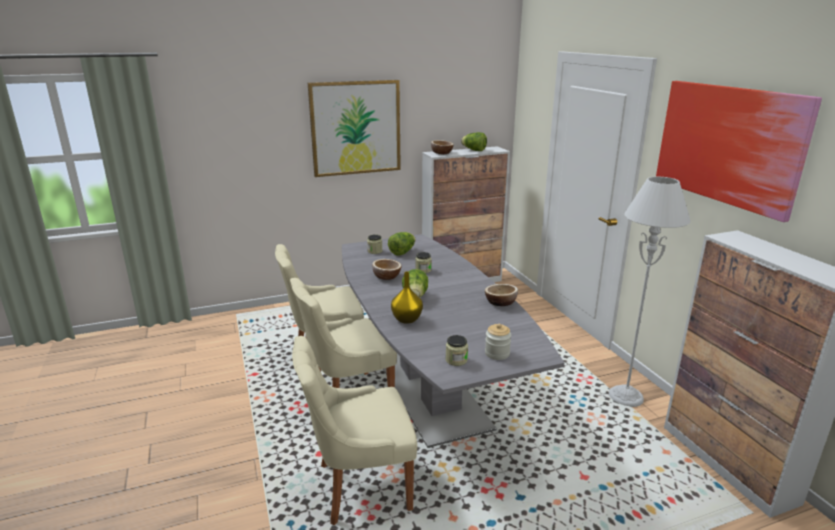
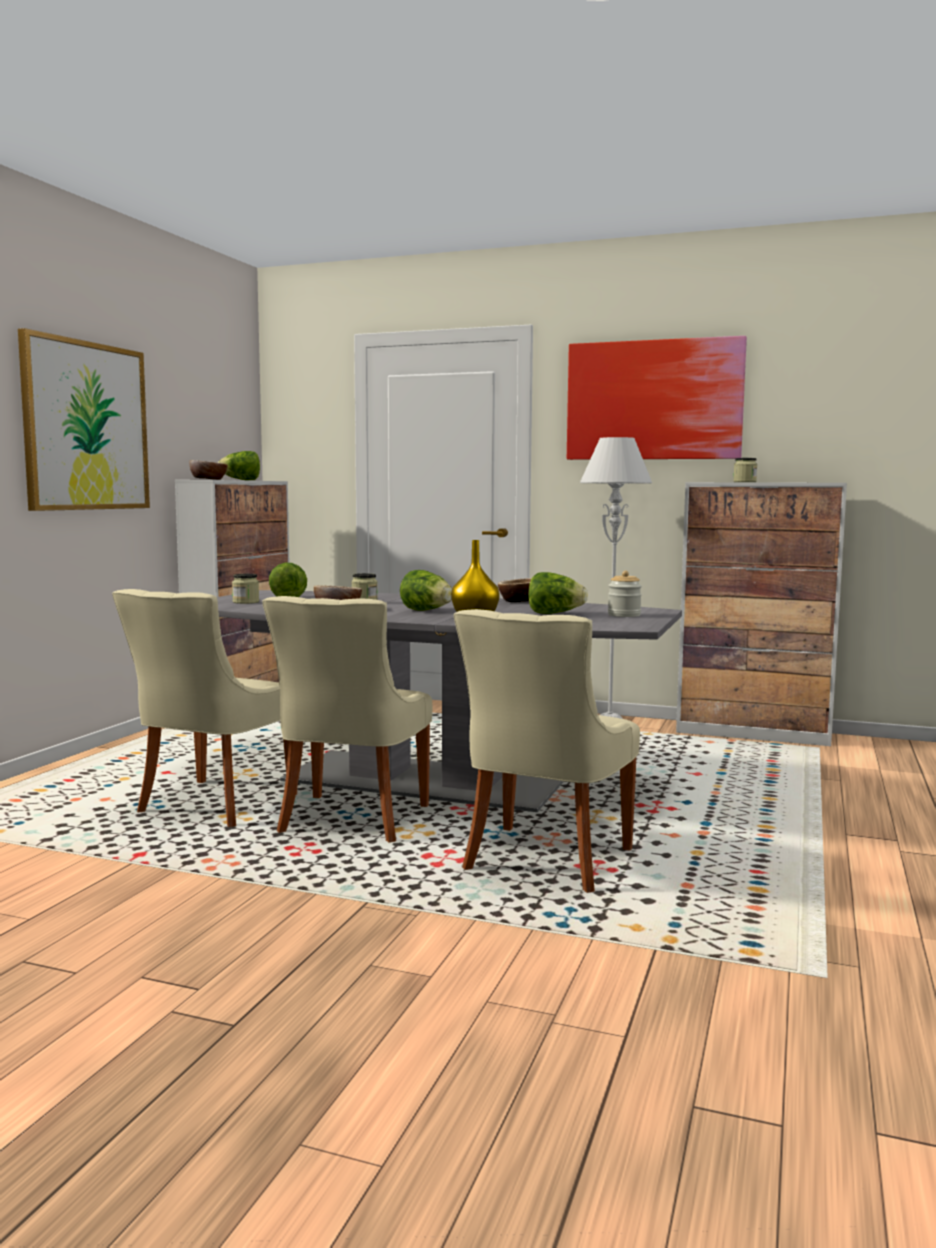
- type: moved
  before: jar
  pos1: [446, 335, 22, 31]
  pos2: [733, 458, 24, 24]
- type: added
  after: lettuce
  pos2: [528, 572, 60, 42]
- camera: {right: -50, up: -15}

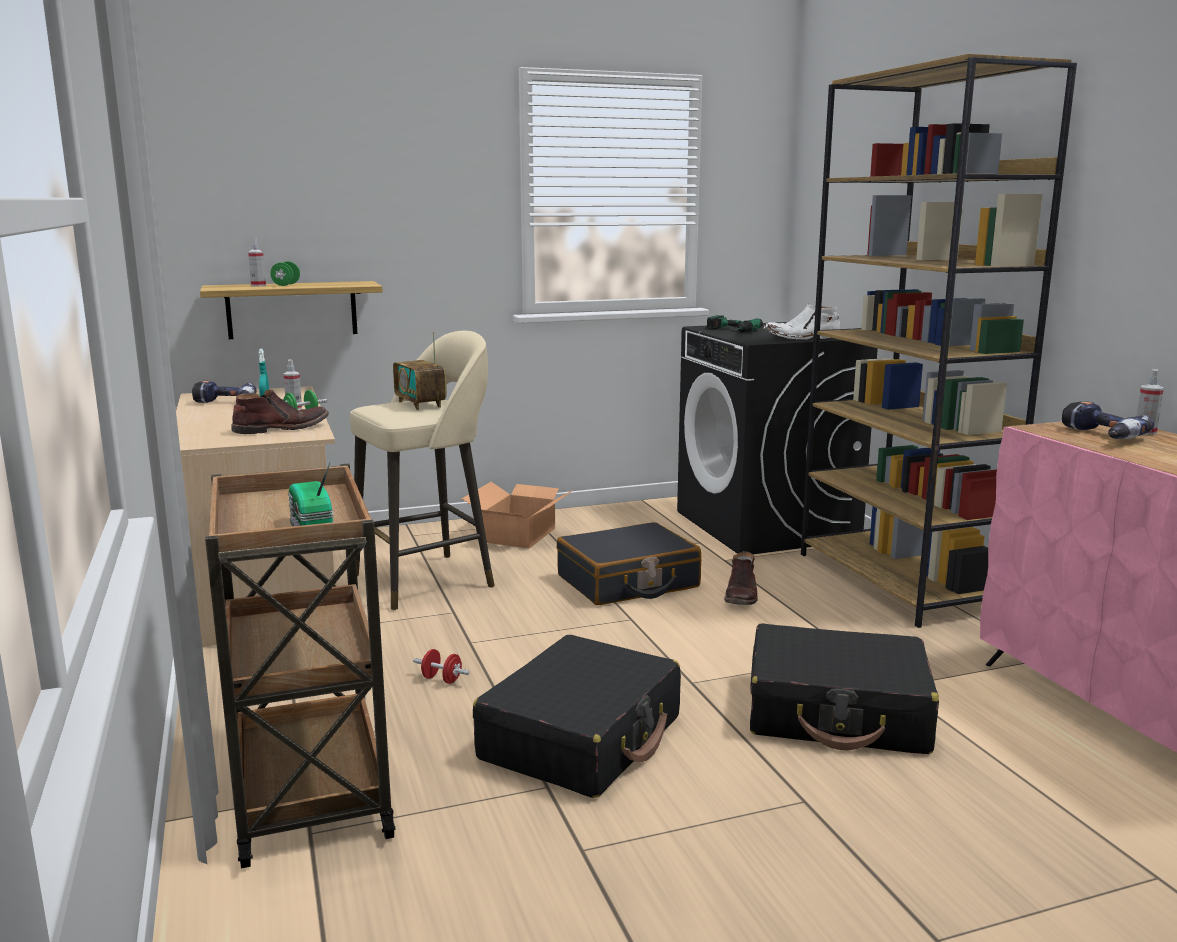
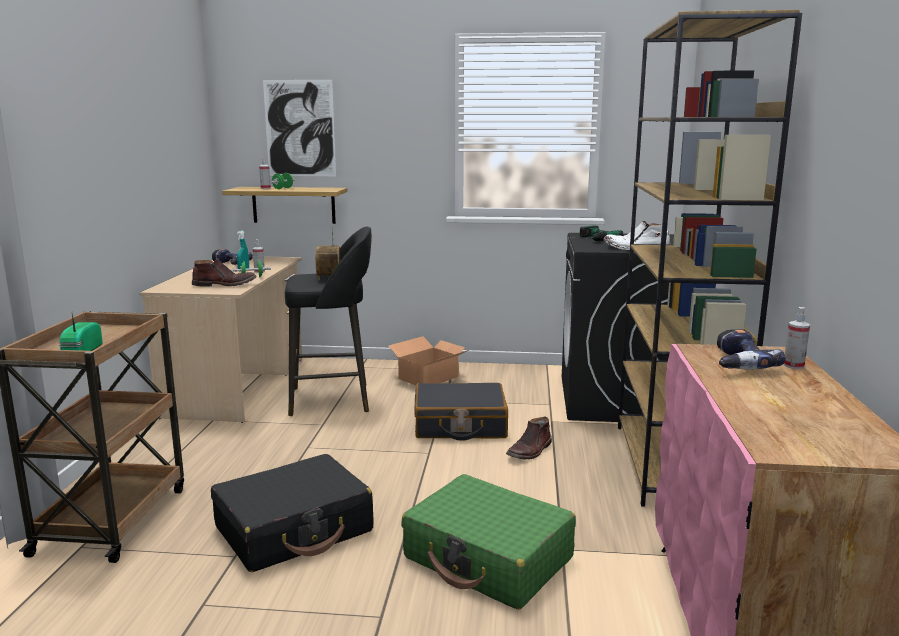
- type: recoloured
  before: stool (beige)
  after: stool (black)
  pos1: [350, 331, 145, 279]
  pos2: [285, 227, 87, 189]
- type: recoloured
  before: suitcase (black)
  after: suitcase (green)
  pos1: [750, 623, 189, 131]
  pos2: [401, 474, 175, 135]
- type: removed
  before: dumbbell (red)
  pos1: [413, 649, 57, 35]
- type: added
  after: picture
  pos2: [263, 80, 73, 96]
- camera: {right: 25, up: 0}

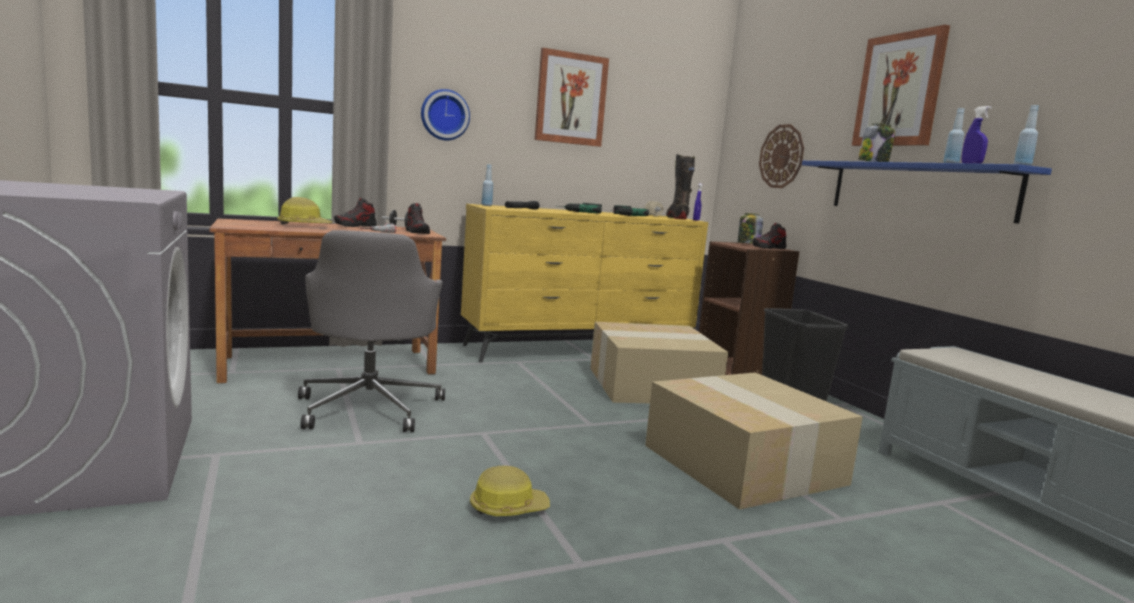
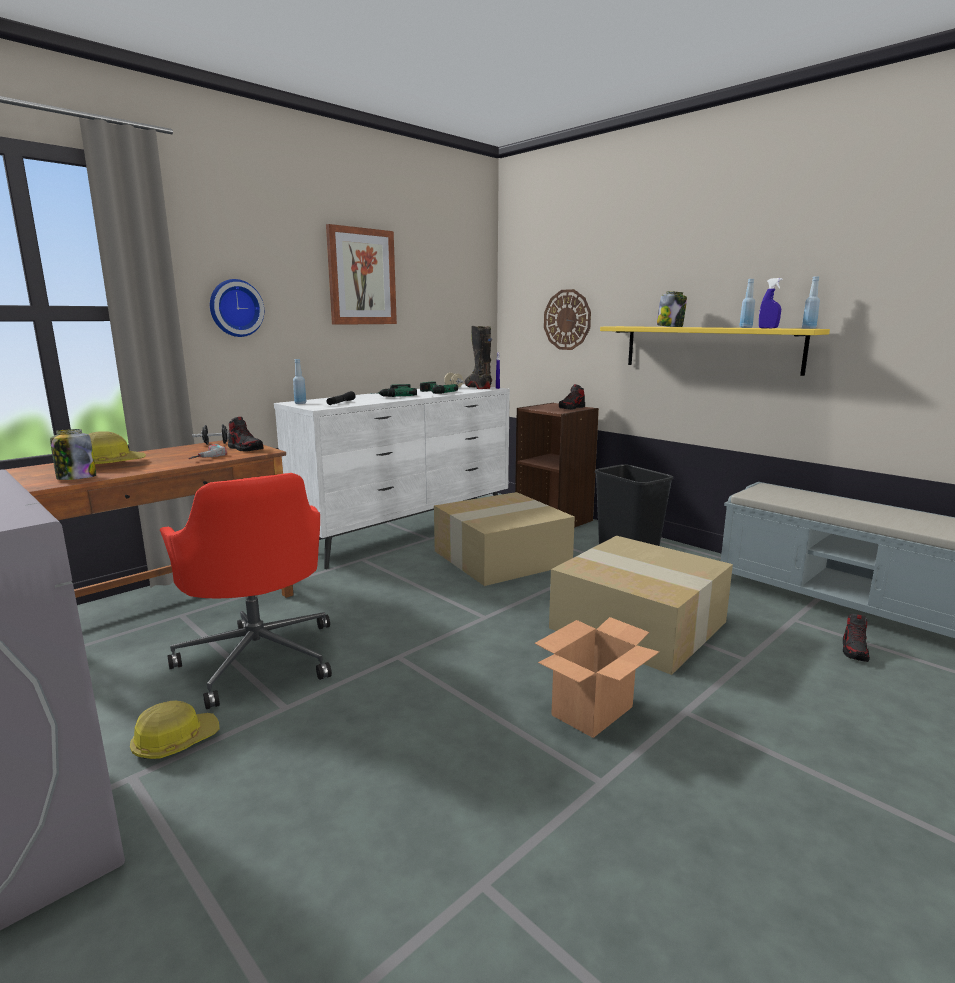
- type: removed
  before: picture
  pos1: [852, 24, 98, 122]
- type: recoloured
  before: shelf (blue)
  after: shelf (yellow)
  pos1: [802, 161, 250, 63]
  pos2: [600, 326, 230, 50]
- type: moved
  before: shoe
  pos1: [334, 198, 43, 29]
  pos2: [843, 614, 27, 48]
- type: recoloured
  before: dresser (yellow)
  after: dresser (white)
  pos1: [461, 204, 247, 158]
  pos2: [274, 384, 236, 185]
- type: moved
  before: jar
  pos1: [738, 213, 25, 31]
  pos2: [50, 429, 46, 51]
- type: recoloured
  before: office chair (grey)
  after: office chair (red)
  pos1: [298, 230, 147, 202]
  pos2: [160, 473, 172, 236]
- type: moved
  before: hard hat
  pos1: [470, 466, 80, 50]
  pos2: [130, 701, 89, 58]
- type: added
  after: cardboard box
  pos2: [535, 617, 124, 121]
- camera: {right: -20, up: 5}

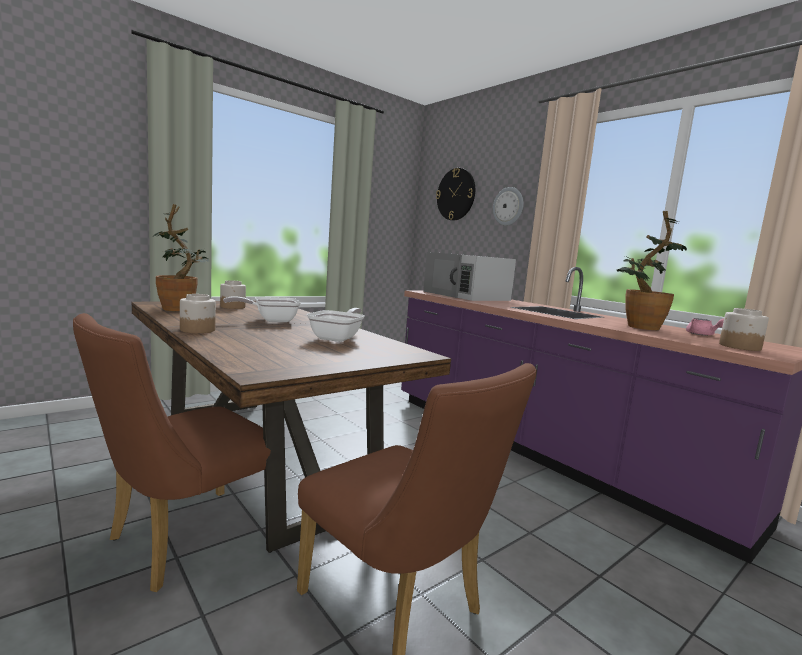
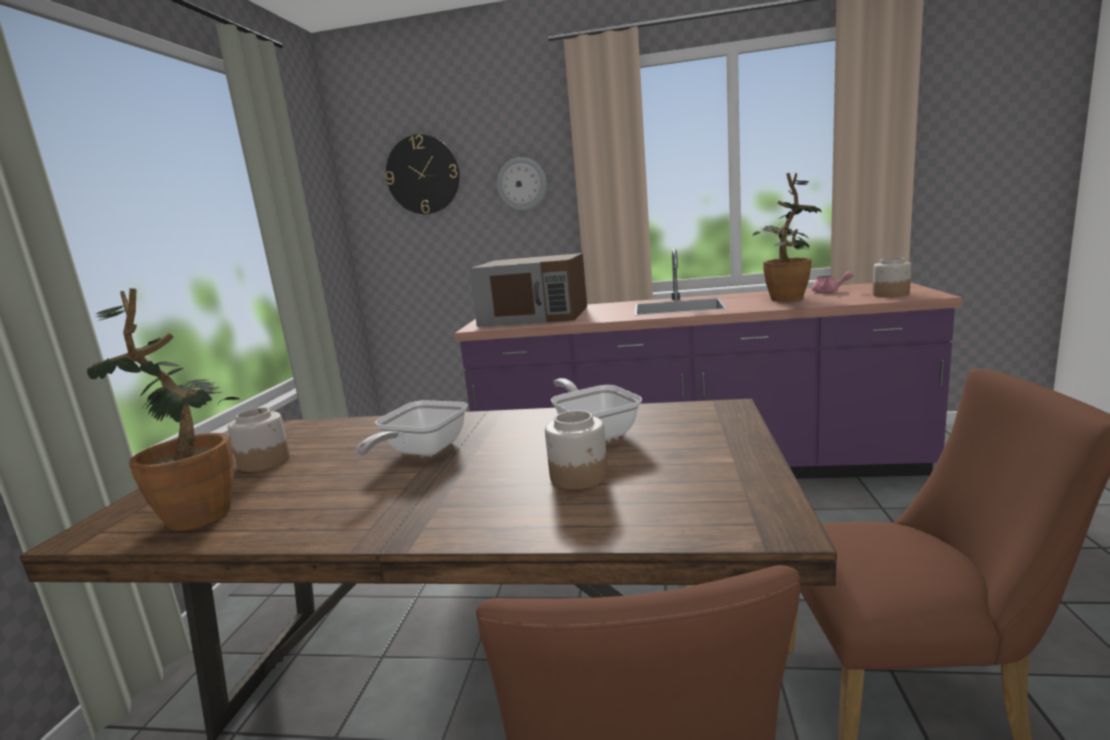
- type: recoloured
  before: microwave (white)
  after: microwave (brown)
  pos1: [423, 252, 93, 49]
  pos2: [469, 253, 118, 74]
- type: moved
  before: jar
  pos1: [180, 294, 36, 39]
  pos2: [545, 410, 63, 79]
- camera: {right: -40, up: 5}

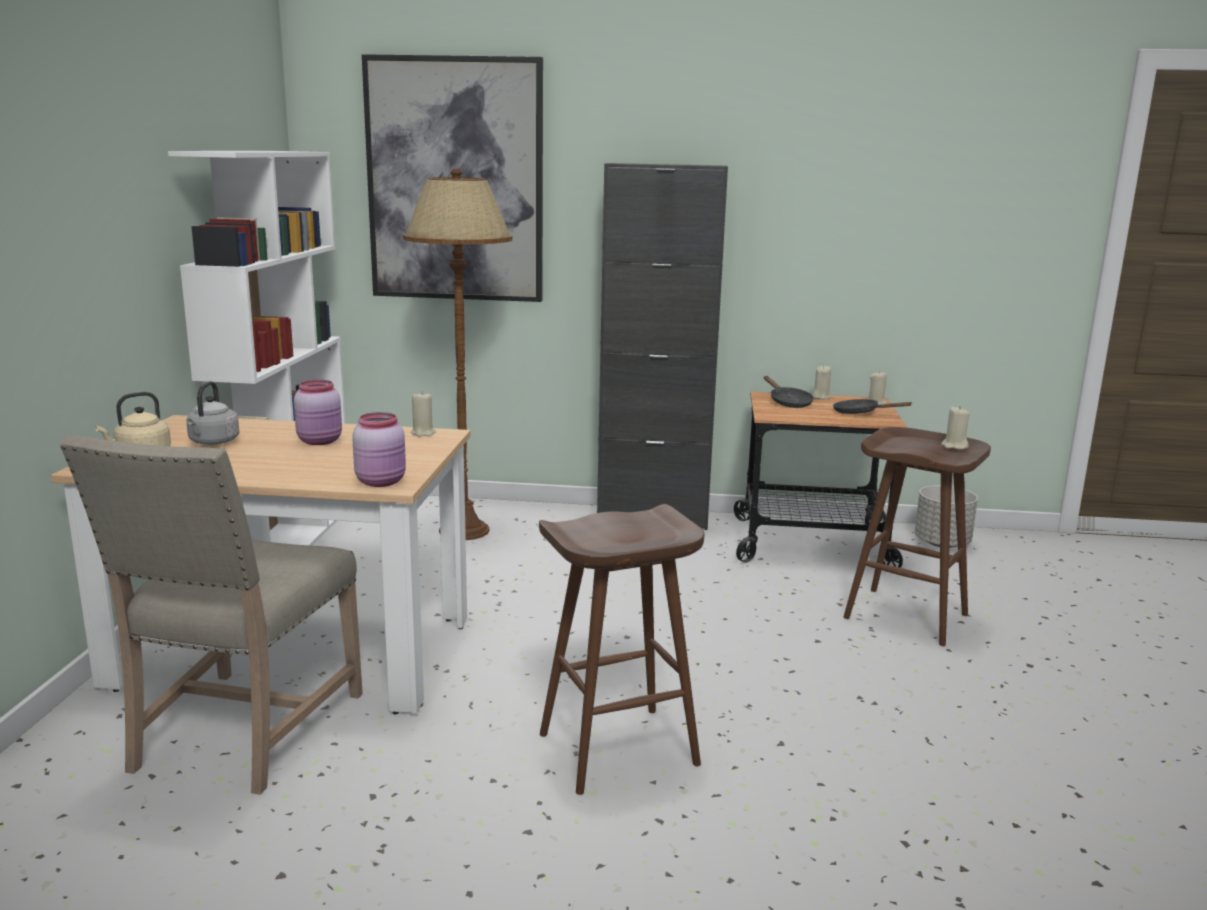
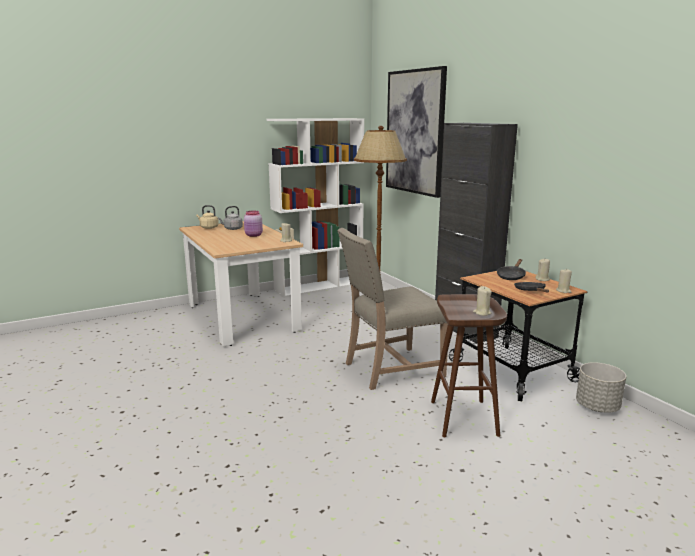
- type: removed
  before: jar (pink)
  pos1: [352, 412, 54, 75]
- type: moved
  before: chair (beige)
  pos1: [60, 435, 303, 360]
  pos2: [337, 228, 111, 162]
- type: removed
  before: stool (brown)
  pos1: [539, 504, 165, 291]
- camera: {right: 55, up: 0}

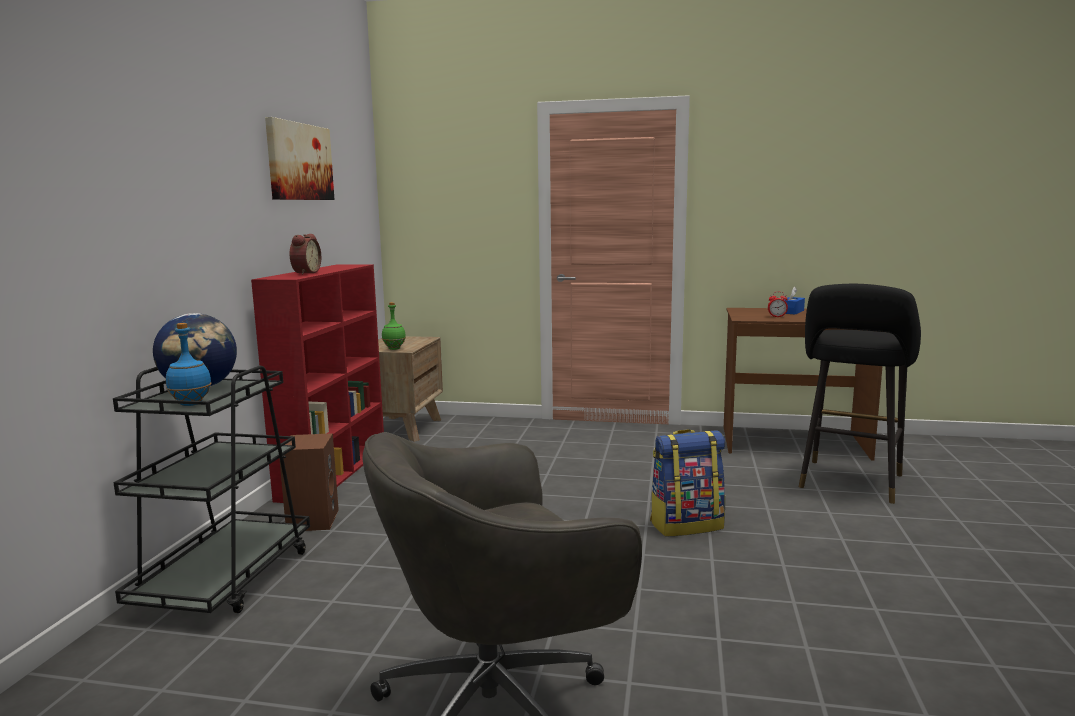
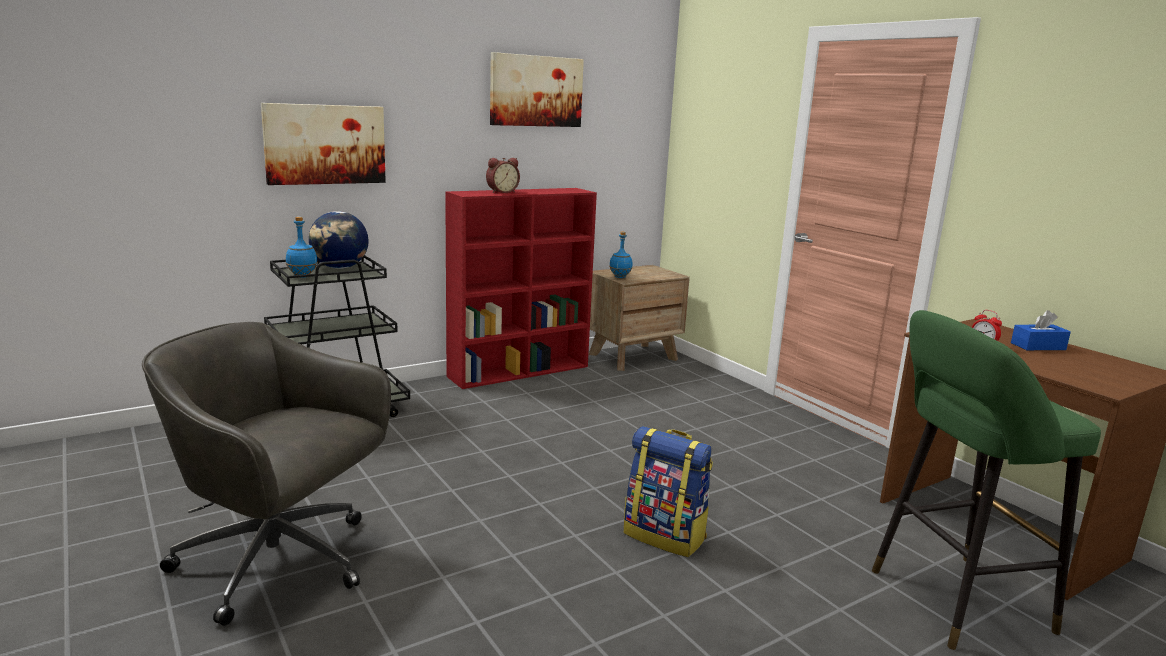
- type: recoloured
  before: stool (black)
  after: stool (green)
  pos1: [799, 284, 122, 220]
  pos2: [872, 310, 229, 340]
- type: recoloured
  before: bottle (green)
  after: bottle (blue)
  pos1: [382, 302, 24, 48]
  pos2: [609, 232, 24, 46]
- type: removed
  before: speaker (brown)
  pos1: [279, 433, 60, 98]
- type: added
  after: picture
  pos2: [261, 103, 125, 82]
- camera: {right: 45, up: 5}

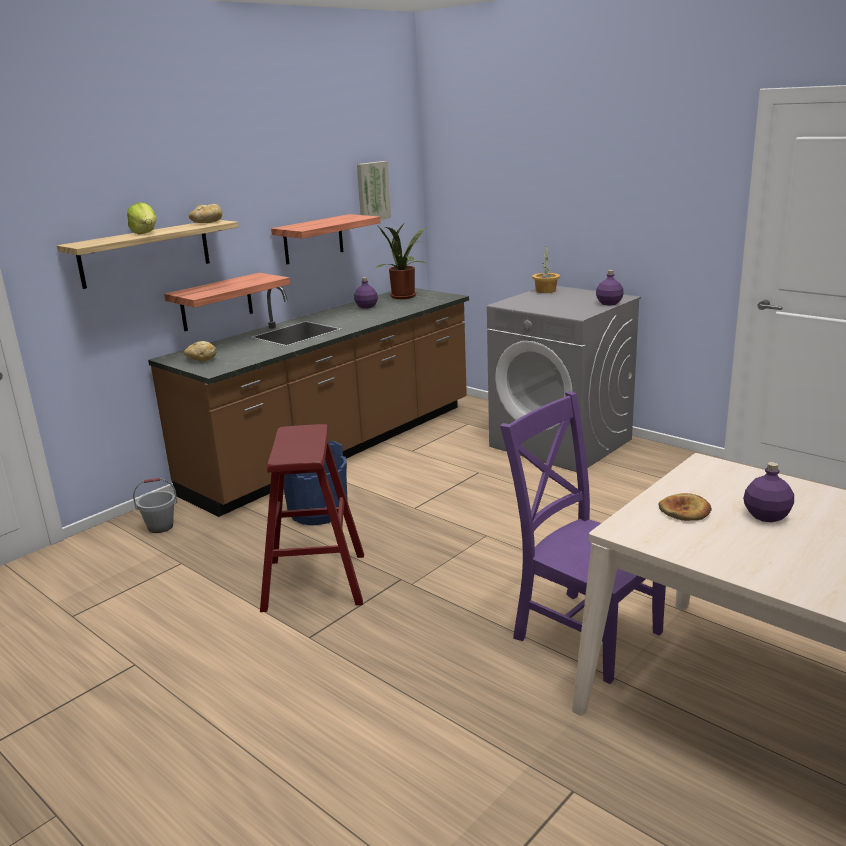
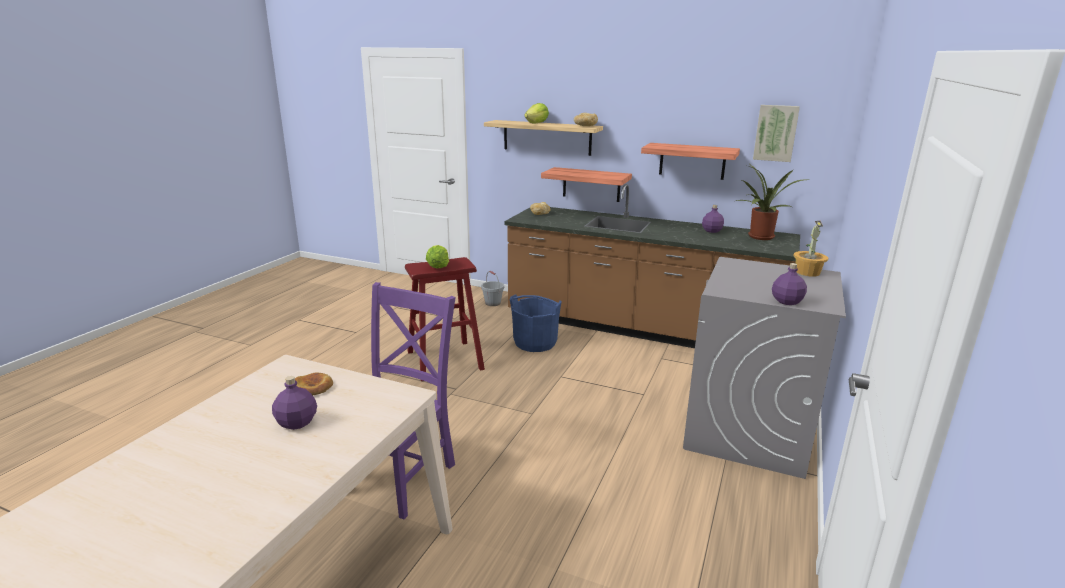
- type: added
  after: lettuce
  pos2: [426, 245, 23, 23]
- camera: {right: 70, up: 0}

